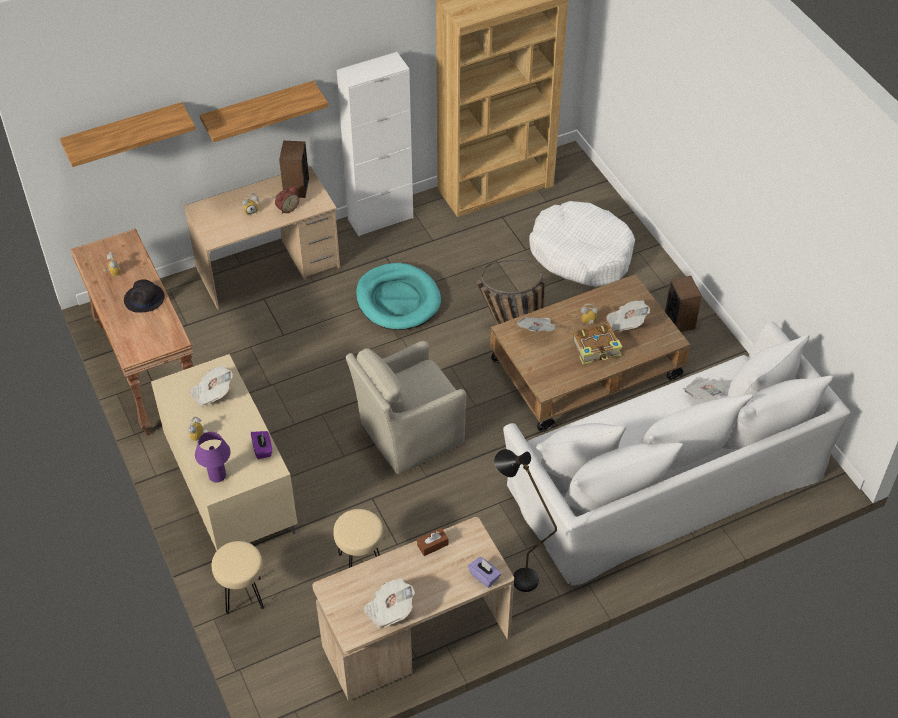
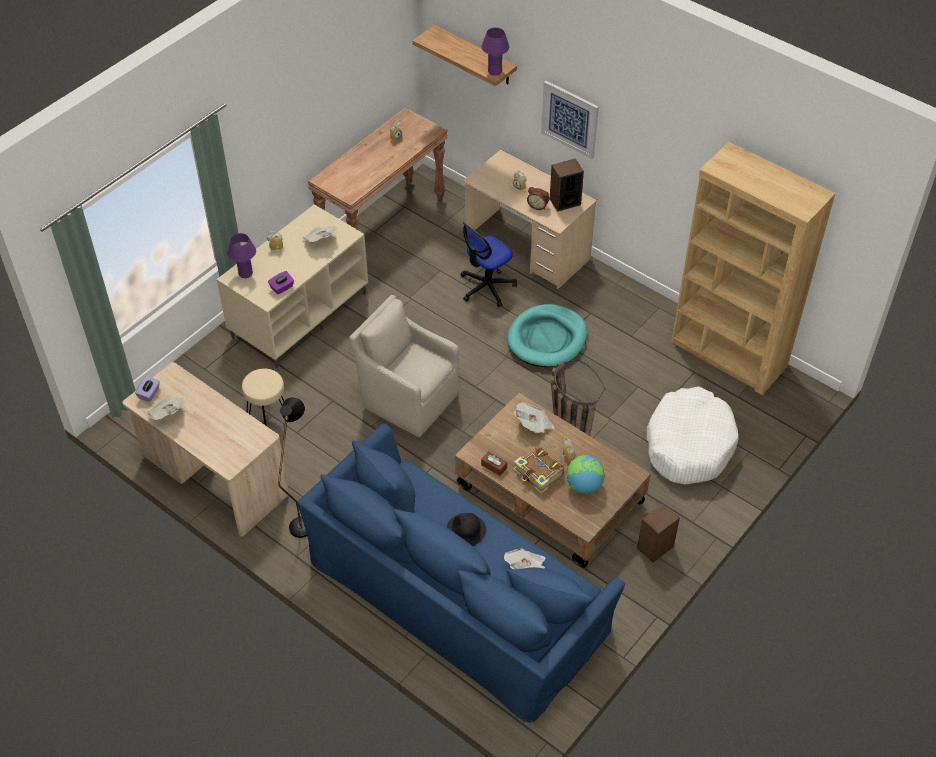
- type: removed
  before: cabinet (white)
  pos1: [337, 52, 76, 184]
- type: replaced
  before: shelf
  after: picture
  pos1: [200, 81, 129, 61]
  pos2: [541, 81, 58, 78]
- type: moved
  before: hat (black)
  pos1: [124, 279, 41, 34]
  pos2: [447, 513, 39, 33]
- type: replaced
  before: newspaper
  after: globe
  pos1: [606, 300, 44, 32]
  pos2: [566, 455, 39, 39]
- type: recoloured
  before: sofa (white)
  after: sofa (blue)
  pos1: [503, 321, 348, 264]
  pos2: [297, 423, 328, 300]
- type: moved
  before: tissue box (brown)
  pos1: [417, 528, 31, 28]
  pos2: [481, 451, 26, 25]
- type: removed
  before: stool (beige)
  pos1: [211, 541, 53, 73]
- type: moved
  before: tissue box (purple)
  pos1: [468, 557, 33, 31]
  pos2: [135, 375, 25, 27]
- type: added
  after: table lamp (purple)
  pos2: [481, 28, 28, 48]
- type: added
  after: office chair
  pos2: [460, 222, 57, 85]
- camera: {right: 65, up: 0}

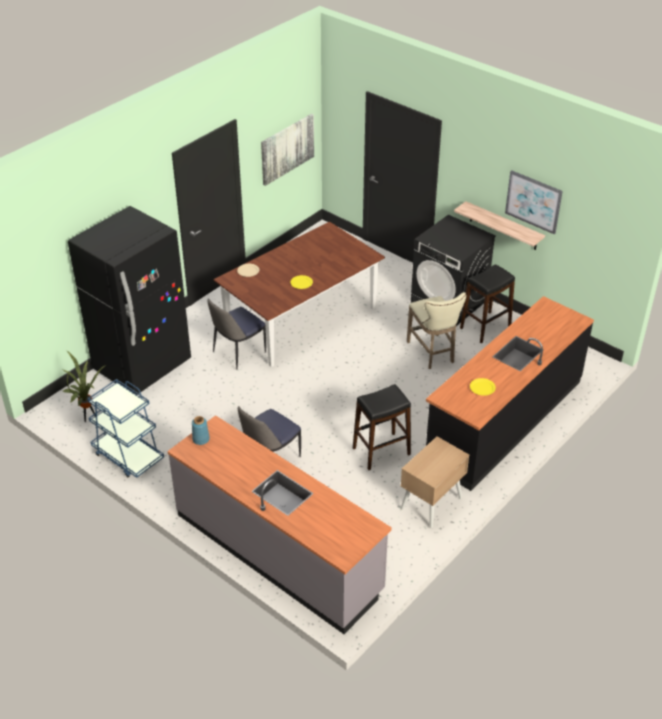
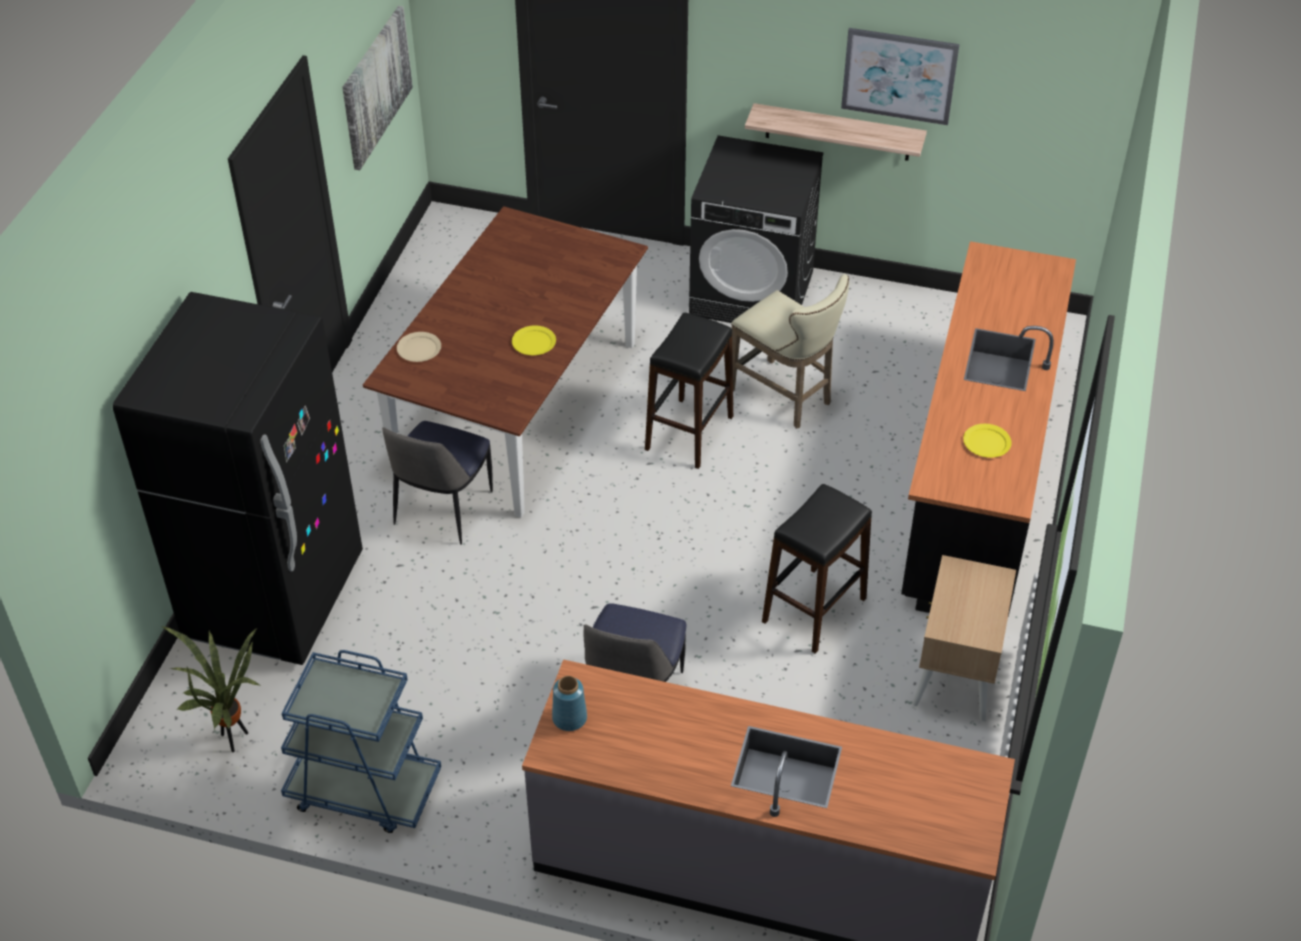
- type: moved
  before: stool (black)
  pos1: [460, 265, 55, 78]
  pos2: [645, 313, 88, 156]
- camera: {right: -25, up: 5}

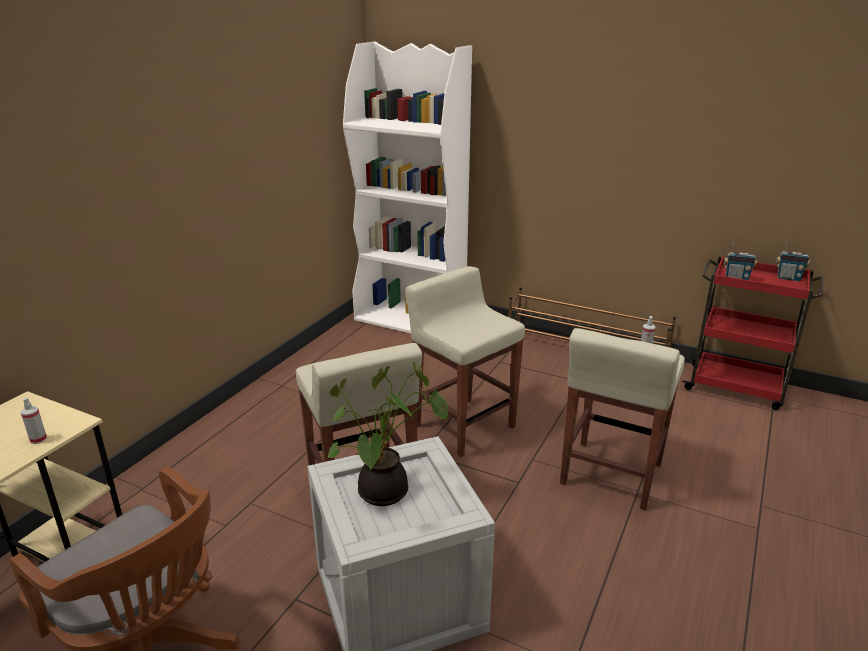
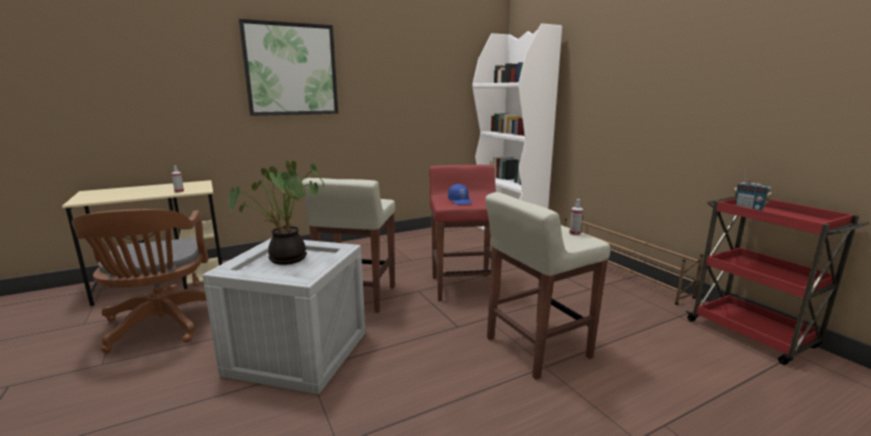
- type: removed
  before: radio
  pos1: [776, 239, 34, 42]
- type: recoloured
  before: stool (beige)
  after: stool (red)
  pos1: [405, 266, 120, 191]
  pos2: [429, 165, 73, 136]
- type: added
  after: picture
  pos2: [239, 19, 99, 97]
- type: added
  after: cap (blue)
  pos2: [448, 184, 25, 21]
- camera: {right: 35, up: -10}

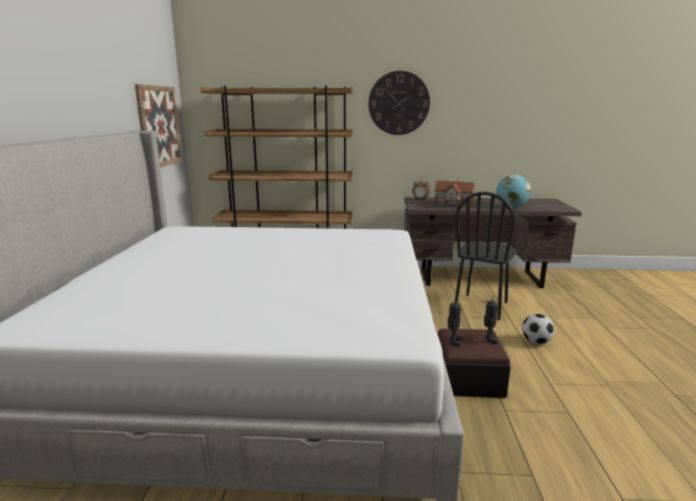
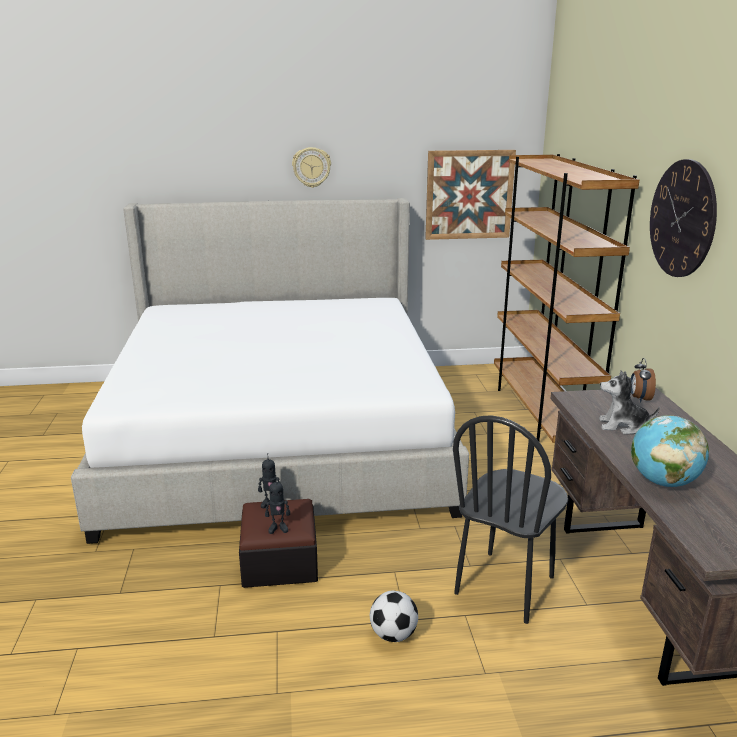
- type: replaced
  before: toy house
  after: plush toy
  pos1: [434, 179, 41, 30]
  pos2: [599, 370, 61, 65]
- type: turned
  before: chair (black)
  pos1: [455, 192, 62, 128]
  pos2: [453, 415, 115, 209]
  turn: -75
- type: added
  after: wall clock
  pos2: [292, 147, 39, 41]
- camera: {right: 80, up: 5}

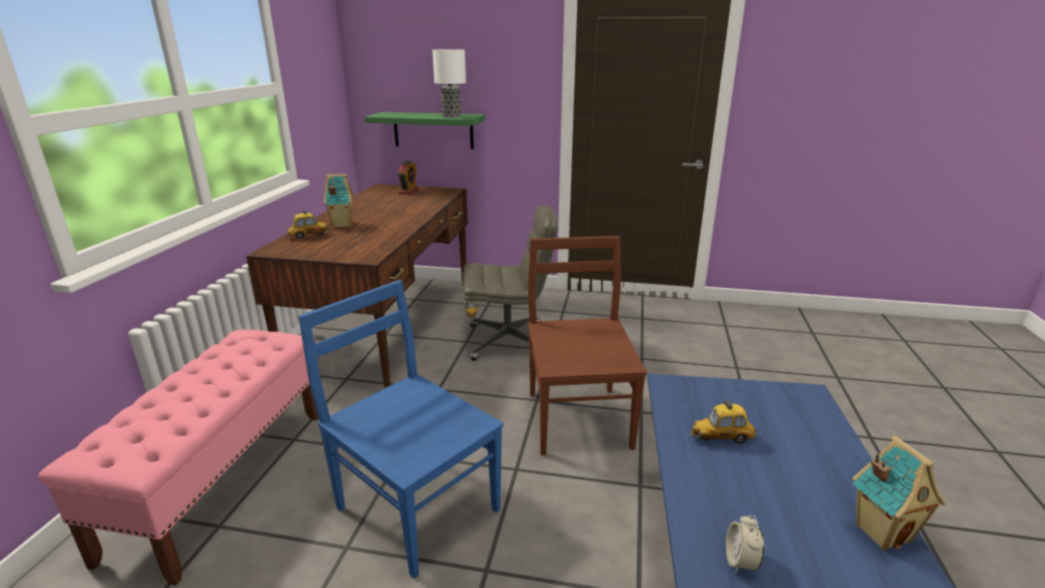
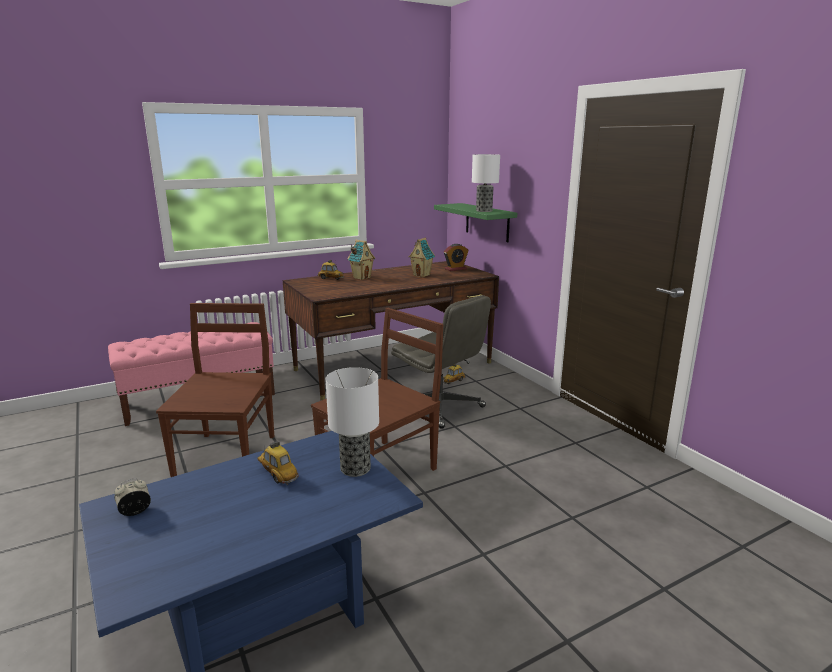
- type: recoloured
  before: chair (blue)
  after: chair (brown)
  pos1: [298, 280, 206, 299]
  pos2: [156, 303, 118, 174]
- type: moved
  before: toy house
  pos1: [852, 436, 94, 115]
  pos2: [408, 238, 27, 39]
- type: added
  after: table lamp
  pos2: [326, 367, 53, 110]
- camera: {right: 50, up: -5}

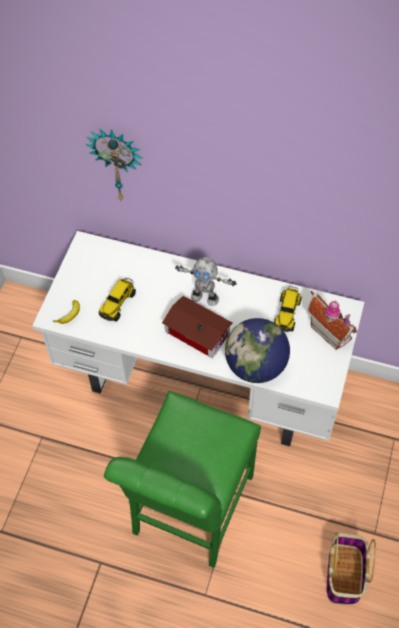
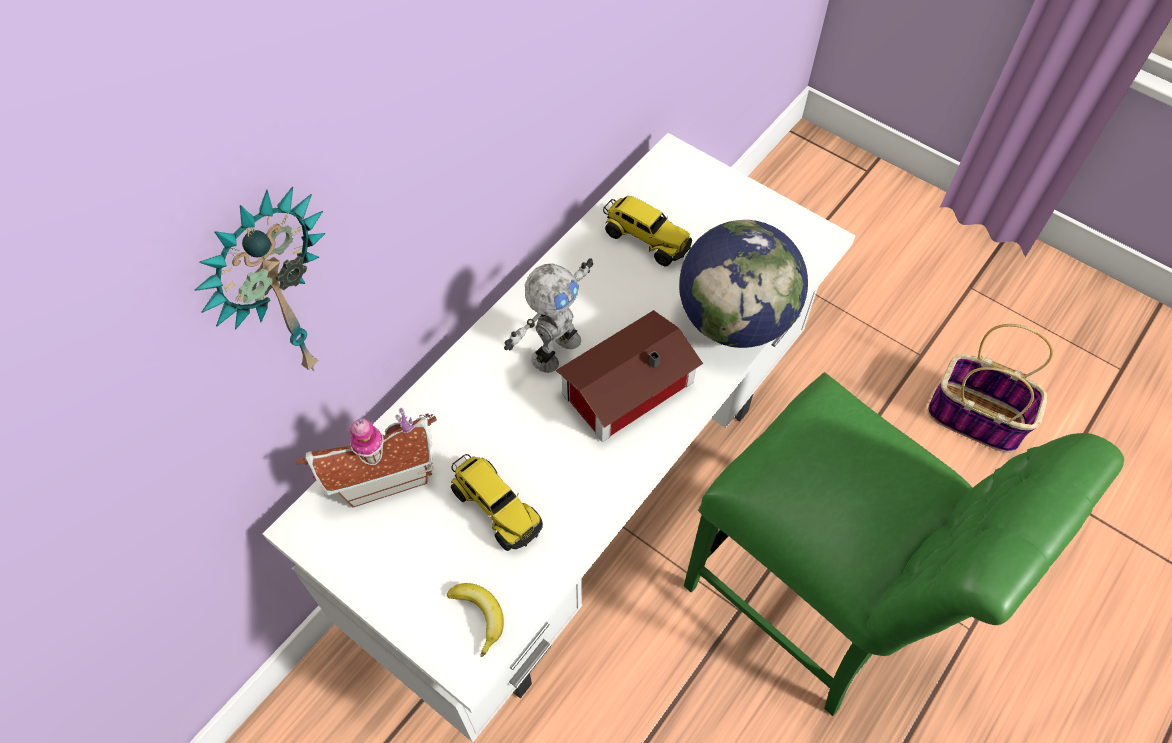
- type: moved
  before: toy house
  pos1: [307, 291, 50, 59]
  pos2: [296, 408, 141, 100]
- camera: {right: -70, up: 0}

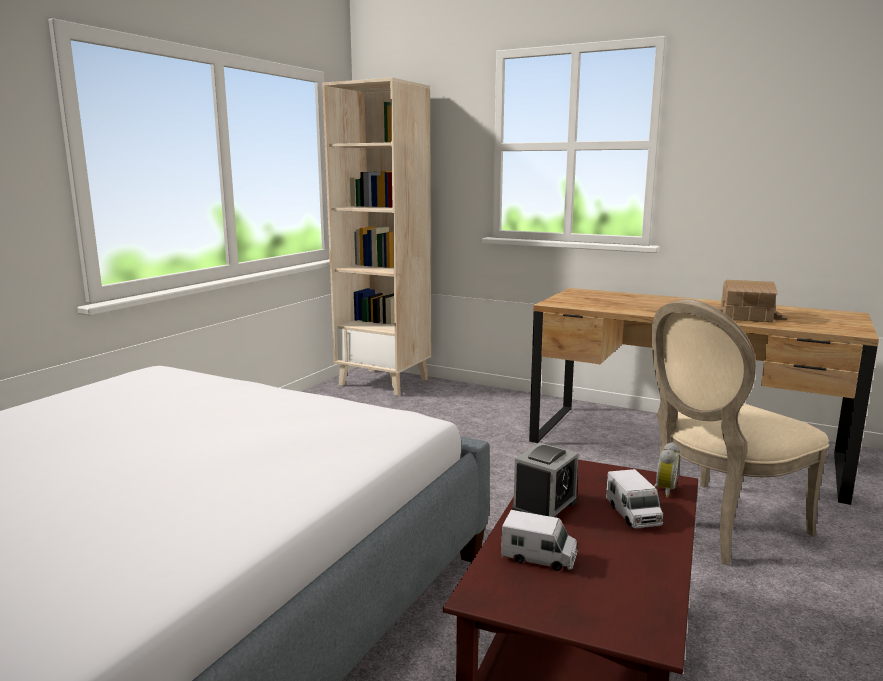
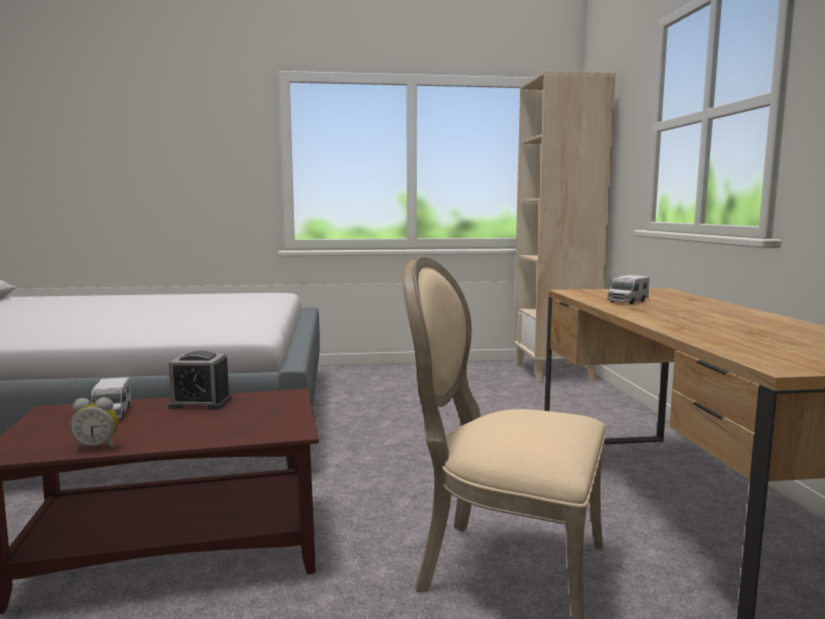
- type: removed
  before: toy house
  pos1: [717, 280, 70, 42]
- type: moved
  before: alarm clock
  pos1: [654, 442, 26, 55]
  pos2: [70, 397, 48, 54]
- type: moved
  before: toy truck
  pos1: [606, 469, 57, 59]
  pos2: [607, 275, 43, 29]
- camera: {right: 55, up: -5}

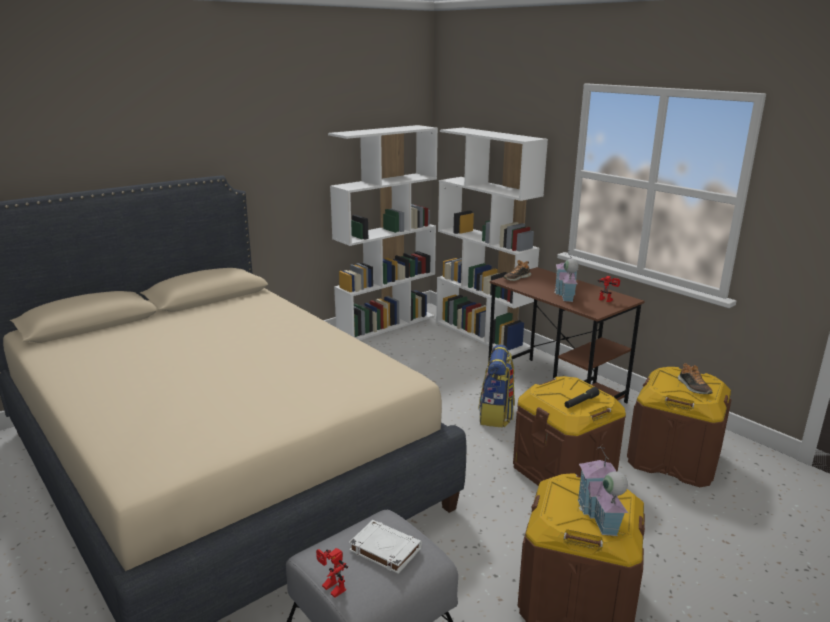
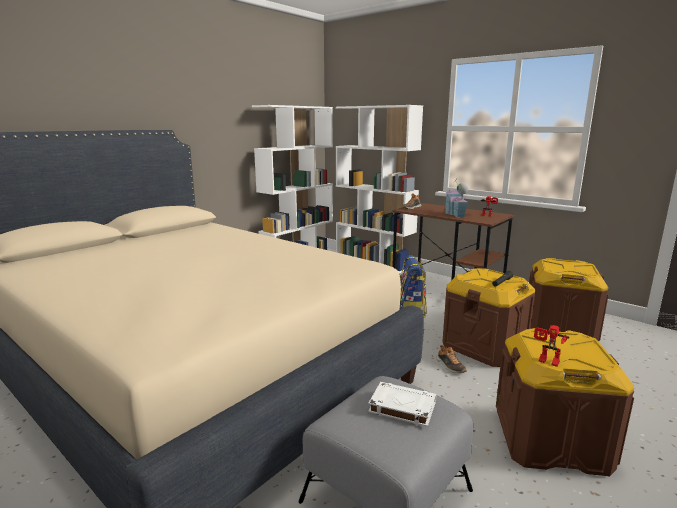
- type: moved
  before: shoe
  pos1: [678, 363, 35, 31]
  pos2: [437, 345, 30, 28]
- type: removed
  before: toy house
  pos1: [578, 444, 50, 92]
- type: moved
  before: toy robot
  pos1: [316, 548, 32, 50]
  pos2: [534, 325, 35, 42]
- camera: {right: -10, up: -5}

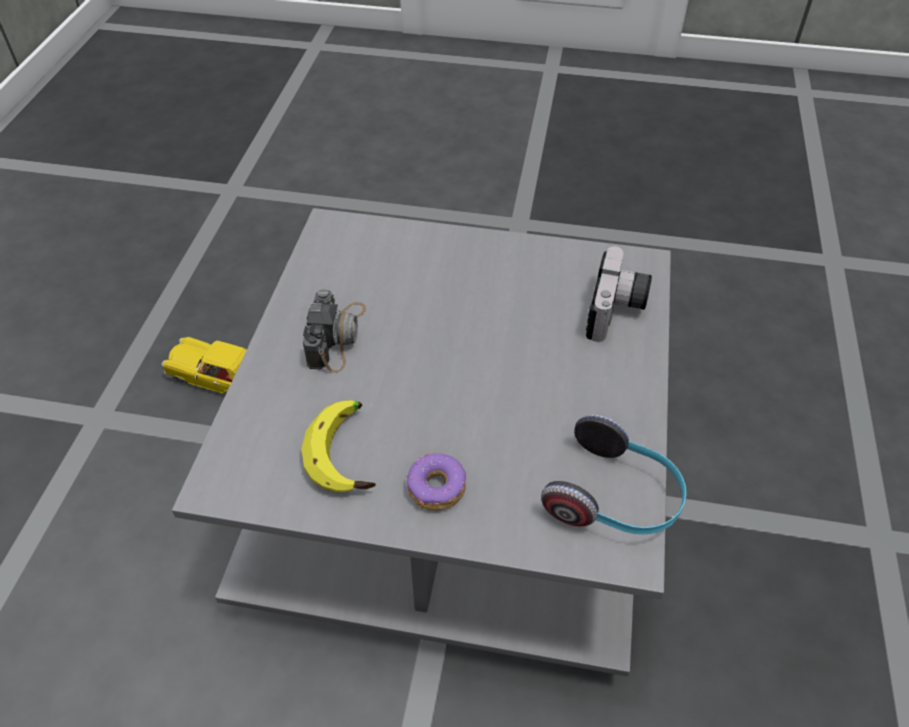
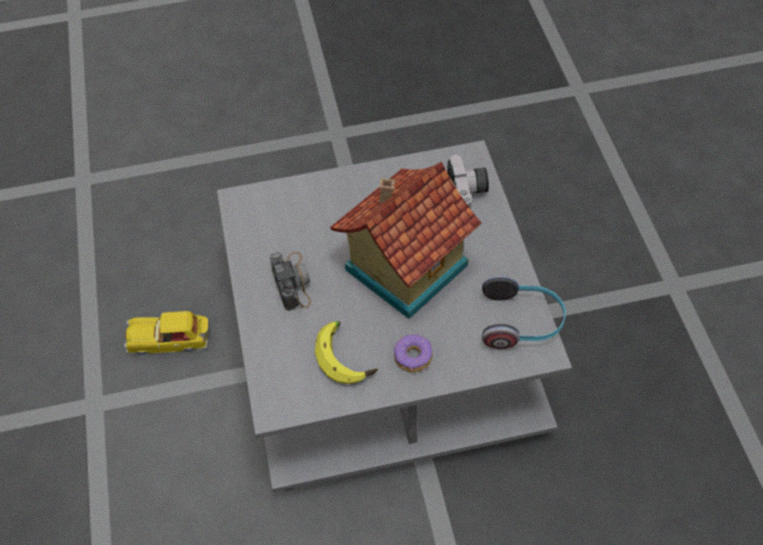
- type: added
  after: toy house
  pos2: [330, 161, 151, 158]
- camera: {right: -20, up: 5}

